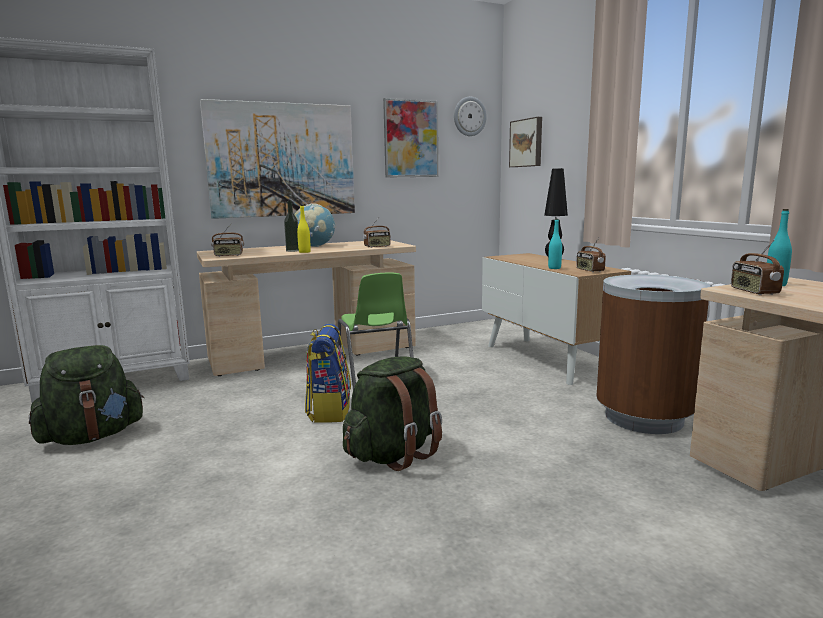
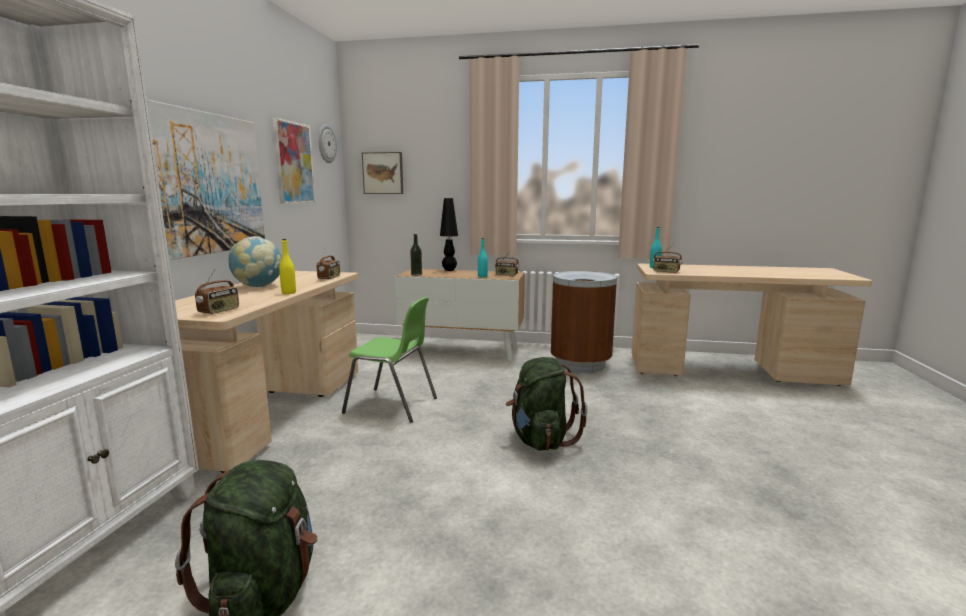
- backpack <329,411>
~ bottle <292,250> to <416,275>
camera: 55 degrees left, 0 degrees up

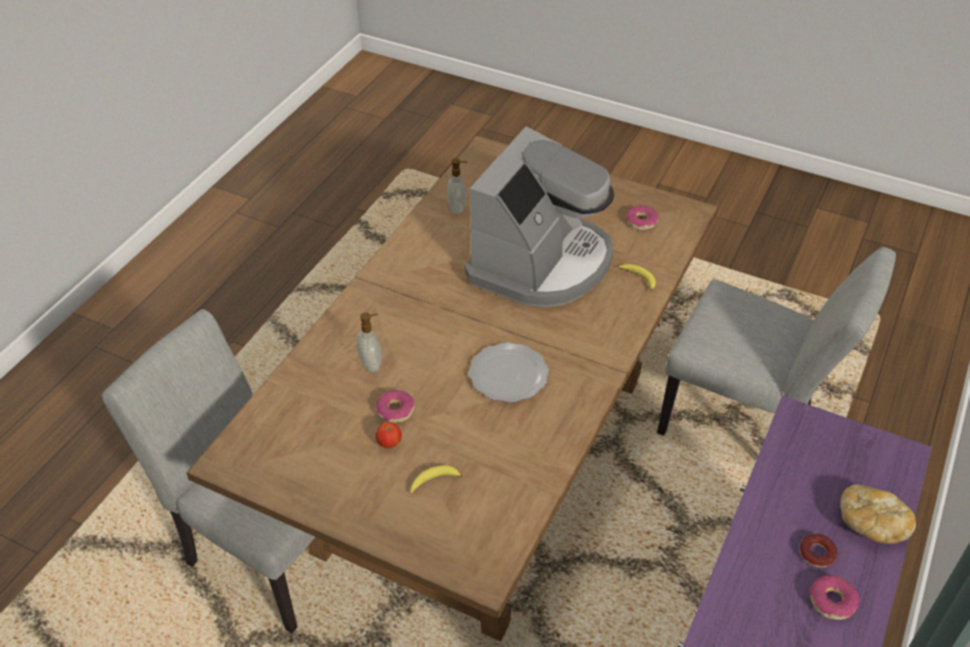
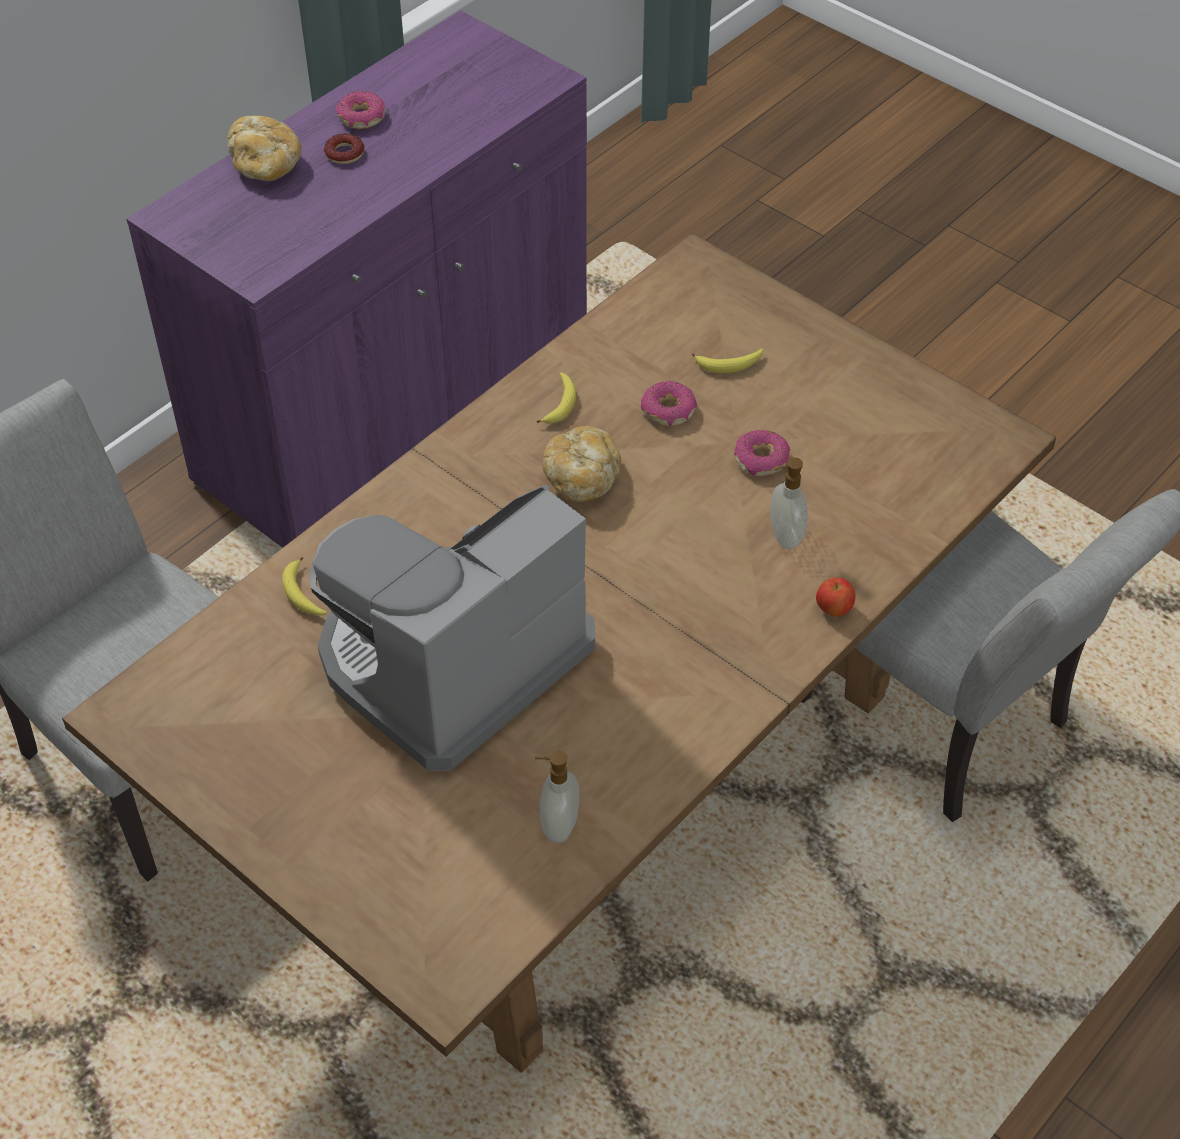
+ banana <560,404>
~ apple <389,443> to <833,609>
~ donut <641,222> to <668,411>
~ plate <509,375> to bread <582,477>
camera: 165 degrees left, 5 degrees up

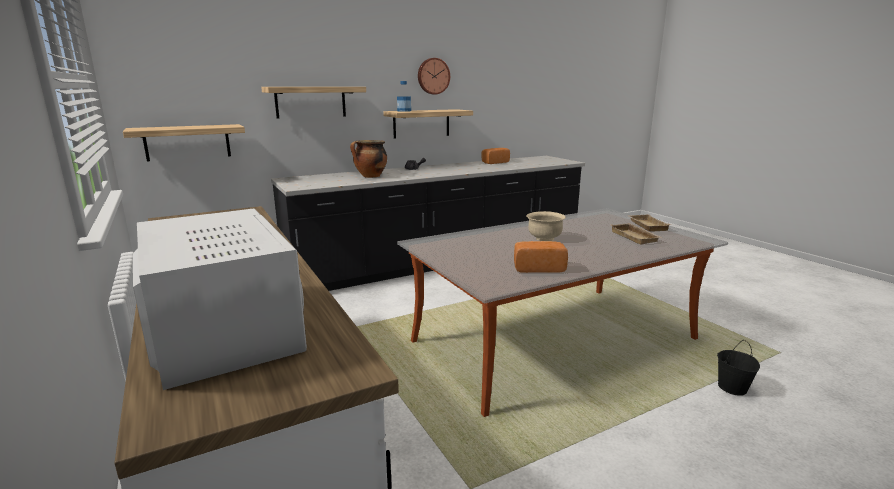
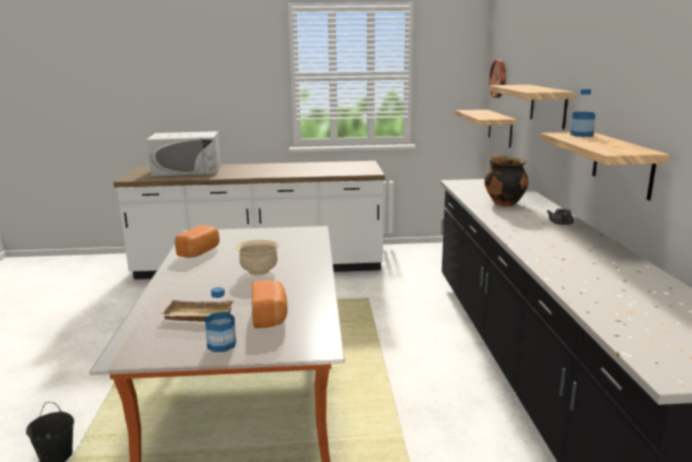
~ wall_clock <433,76> to <499,78>
~ bread <494,162> to <270,316>
~ beige_tray <646,225> to bottle <221,345>
camera: 115 degrees right, 0 degrees up

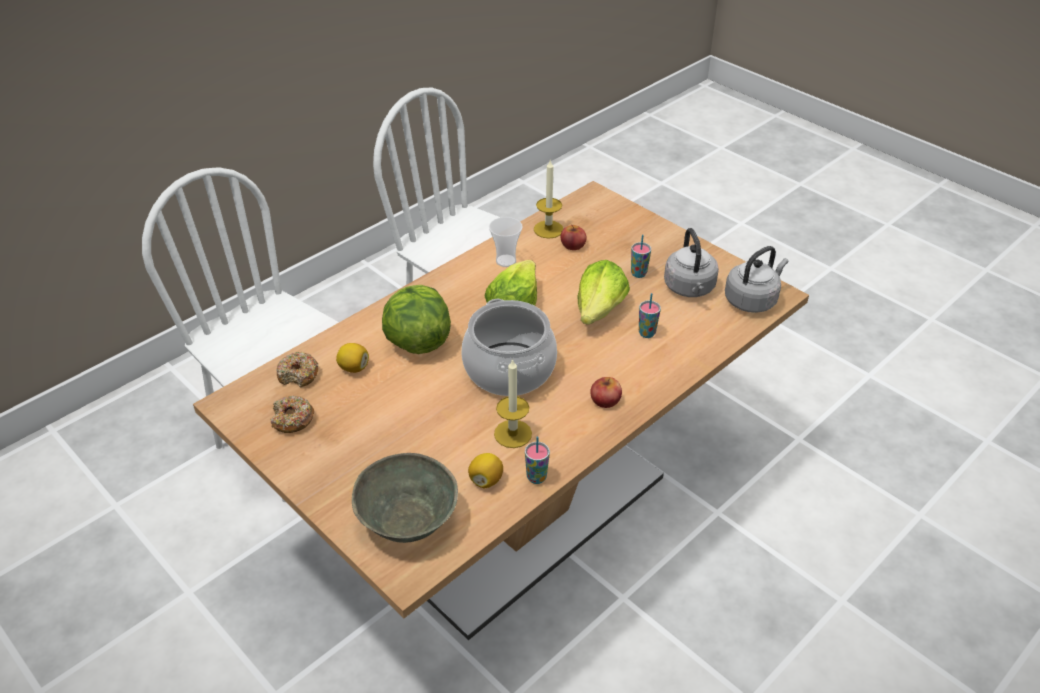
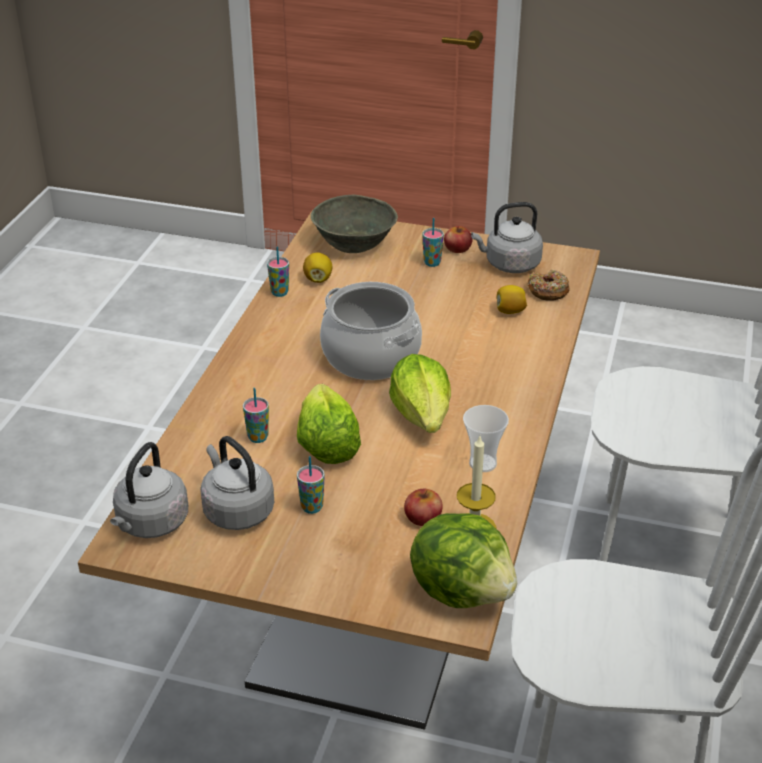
- candle <513,434>
+ cup <432,263>
~ lettuce <417,342> to <462,590>
~ apple <605,400> to <457,248>
~ donut <292,420> to grey_kettle <509,264>
camera: 150 degrees right, 5 degrees down

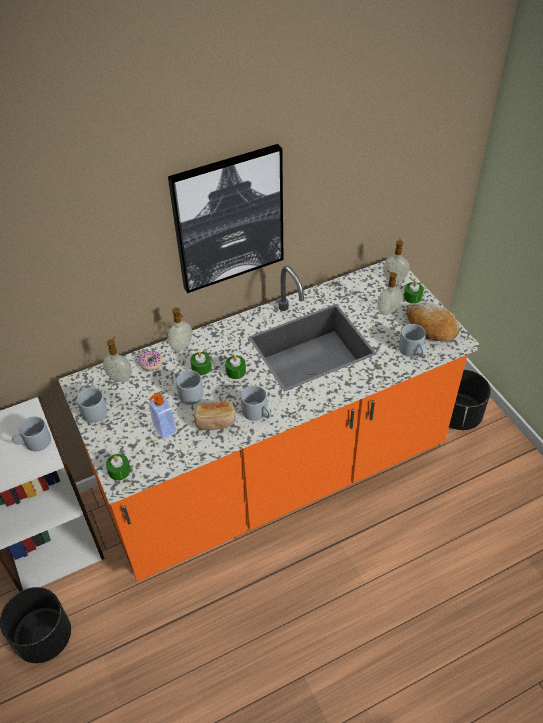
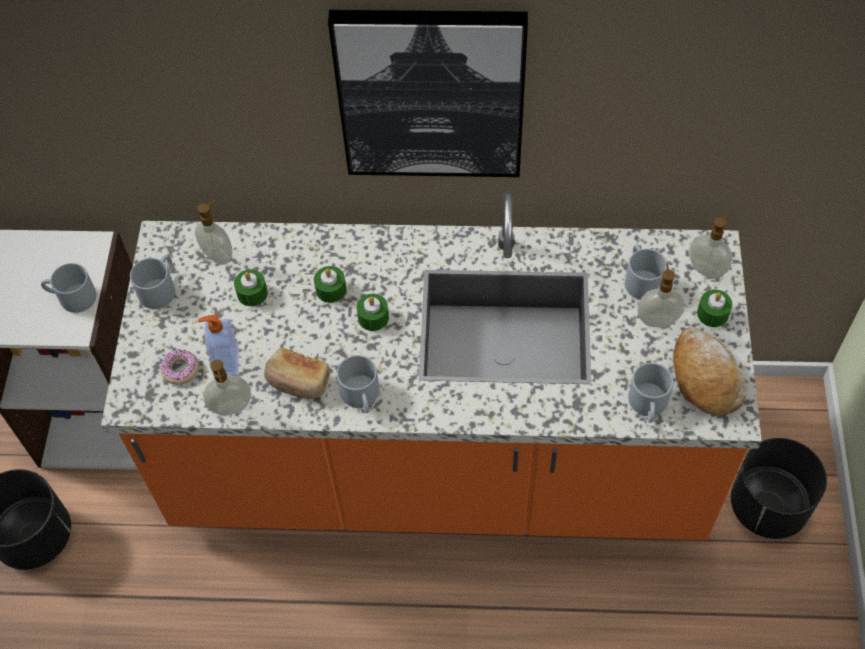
~ green_candle <119,471> to <252,293>
~ donut <151,363> to <181,370>
~ soap_dispenser <182,346> to <231,408>
~ grey_mug <187,393> to <640,279>
camera: 30 degrees right, 10 degrees up

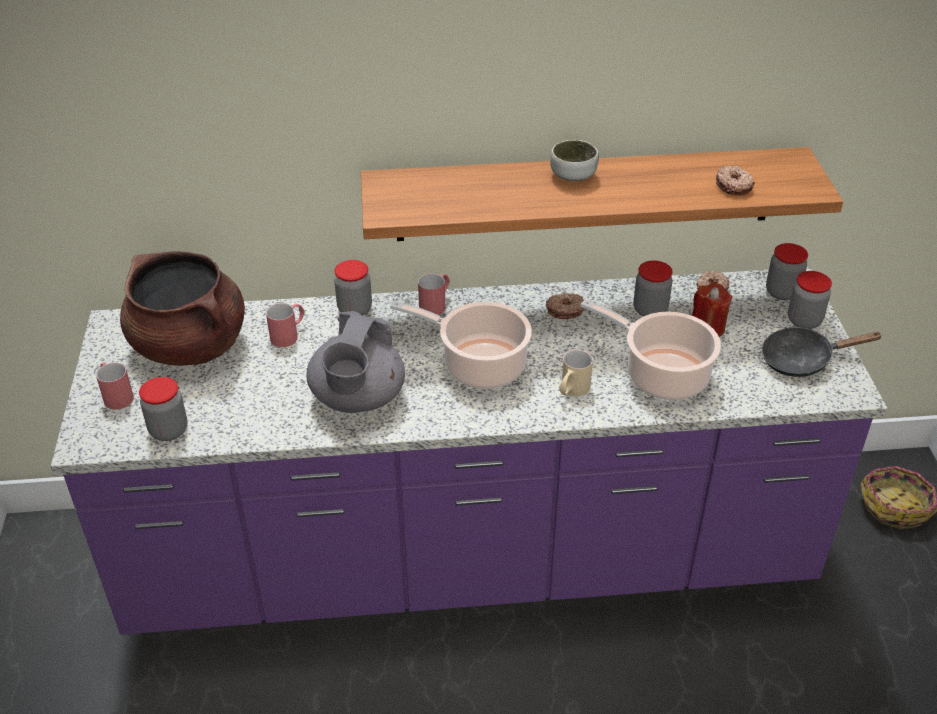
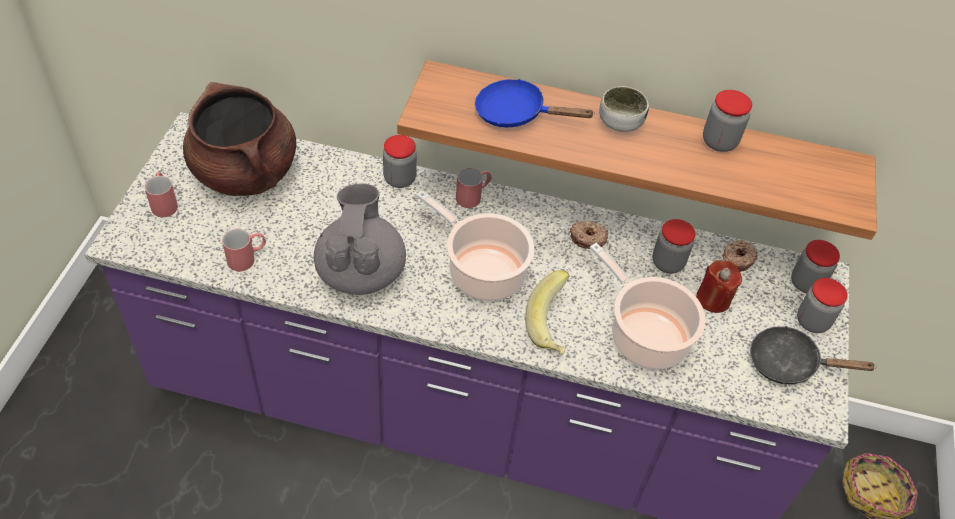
- donut <734,186>
+ blue_frying_pan <516,114>
~ jar <169,430> to <719,142>
~ red_mug <289,335> to <247,258>
~ beige_mug <572,391> to banana <553,326>
~ grey_teapot <357,399> = <360,271> 150 degrees clockwise
camera: 15 degrees right, 10 degrees up

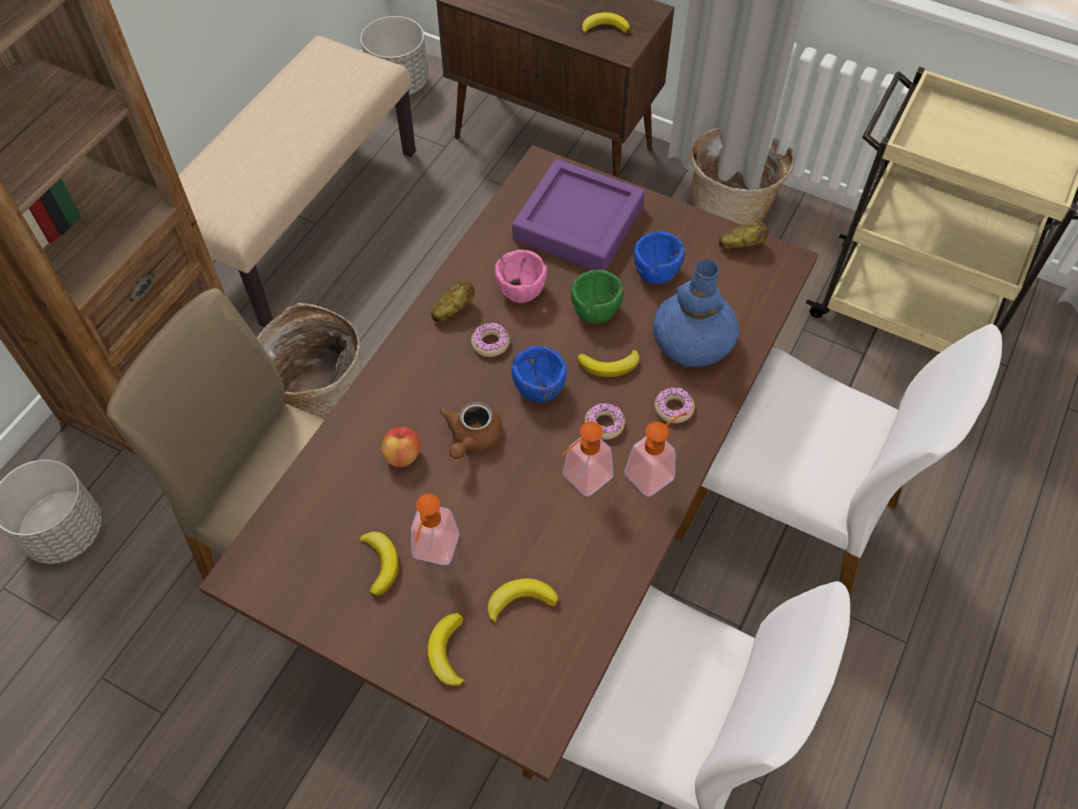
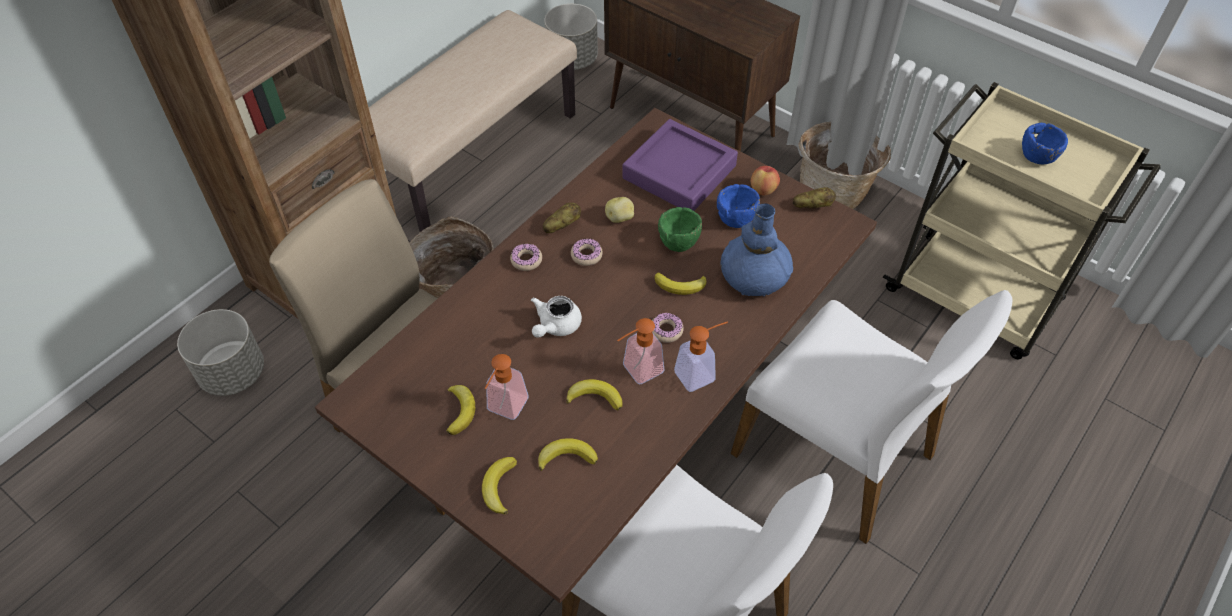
~ apple <403,456> to <763,190>
~ blue_bowl <539,388> to <1038,156>
~ banana <605,27> to <595,397>
~ donut <673,408> to <526,260>
~ pink_bowl <520,290> to potato <620,218>
~ brown_teapot <472,438> to white_teapot <555,326>
camera: 10 degrees right, 5 degrees down

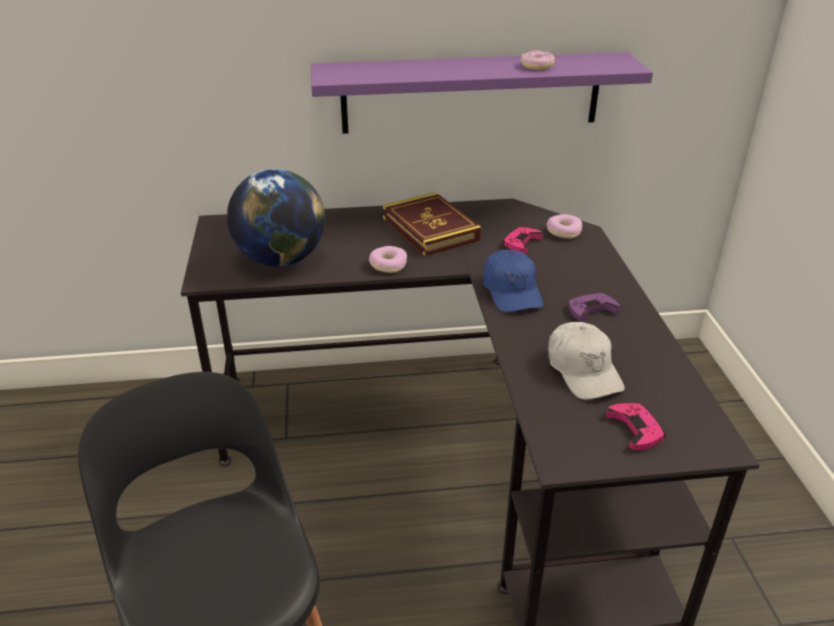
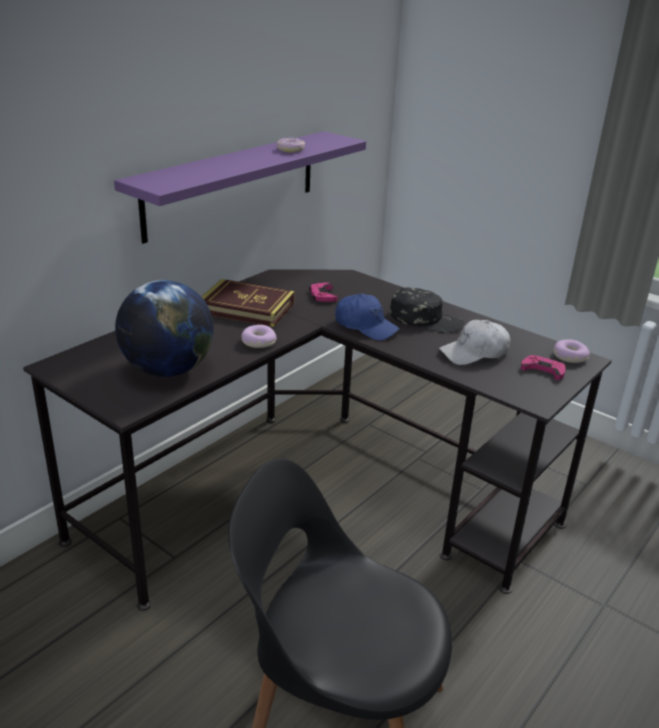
~ donut <563,232> to <569,357>
~ purple_game_controller <591,310> to black_cap <426,319>
~ white_cap <583,370> = <474,353> 135 degrees clockwise
camera: 45 degrees left, 5 degrees down

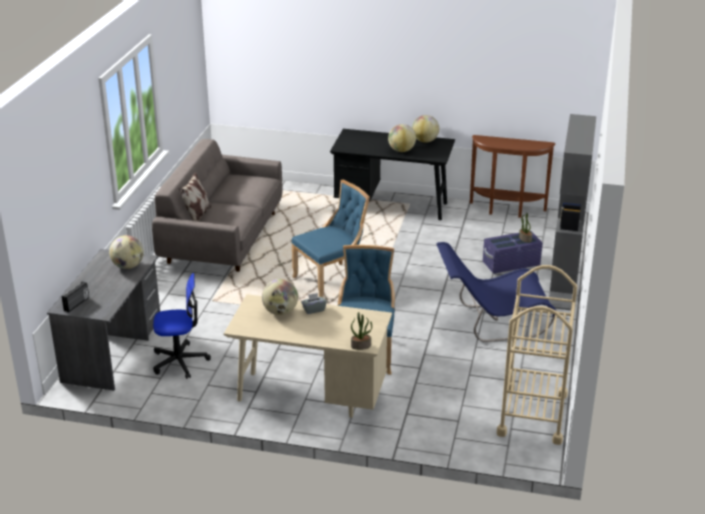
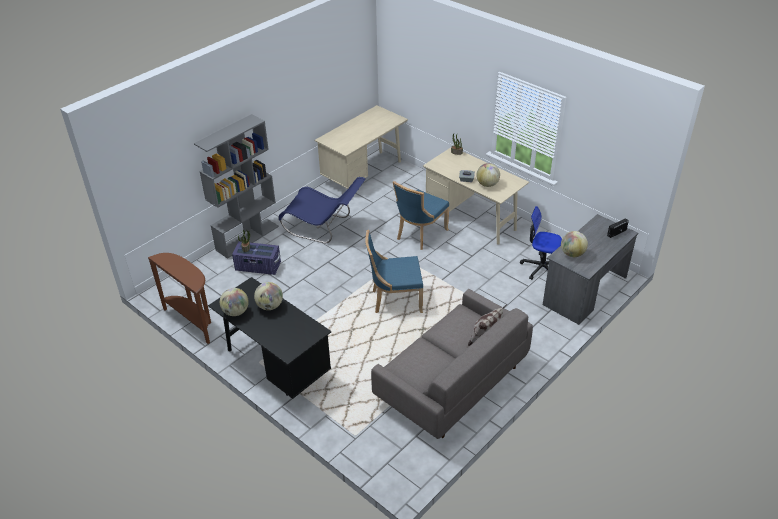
~ beige_cart <532,414> to beige_desk <363,173>
camera: 150 degrees left, 10 degrees up

